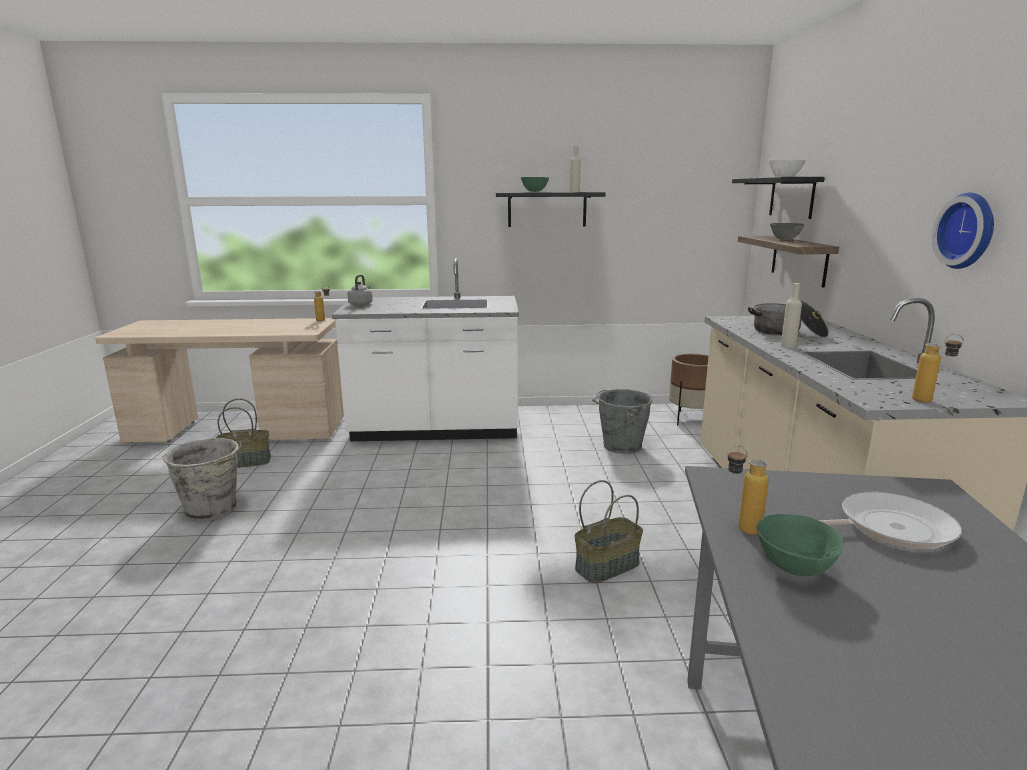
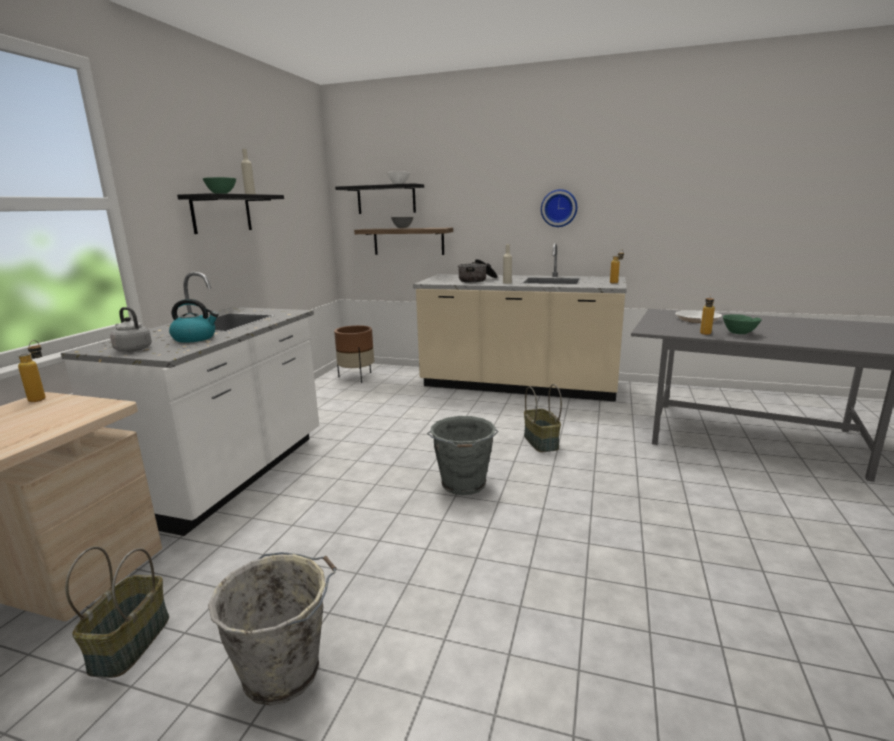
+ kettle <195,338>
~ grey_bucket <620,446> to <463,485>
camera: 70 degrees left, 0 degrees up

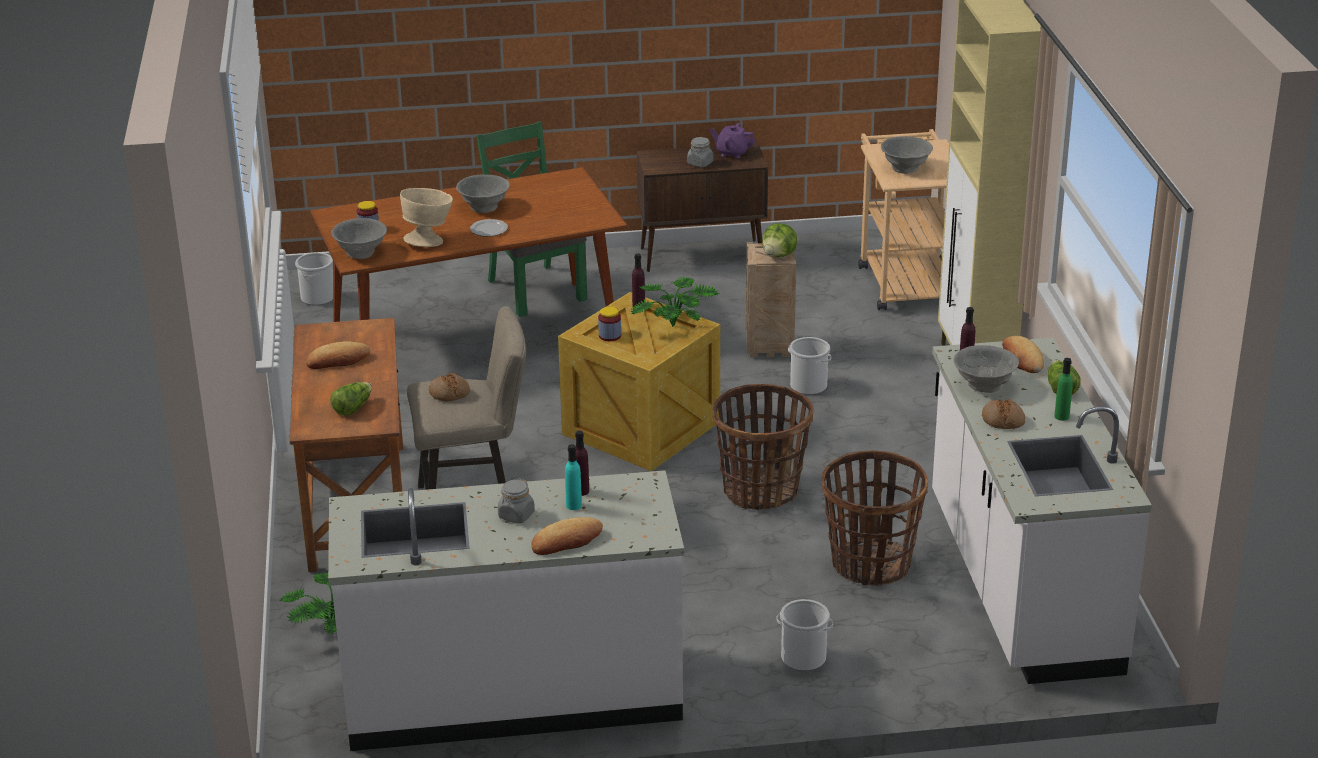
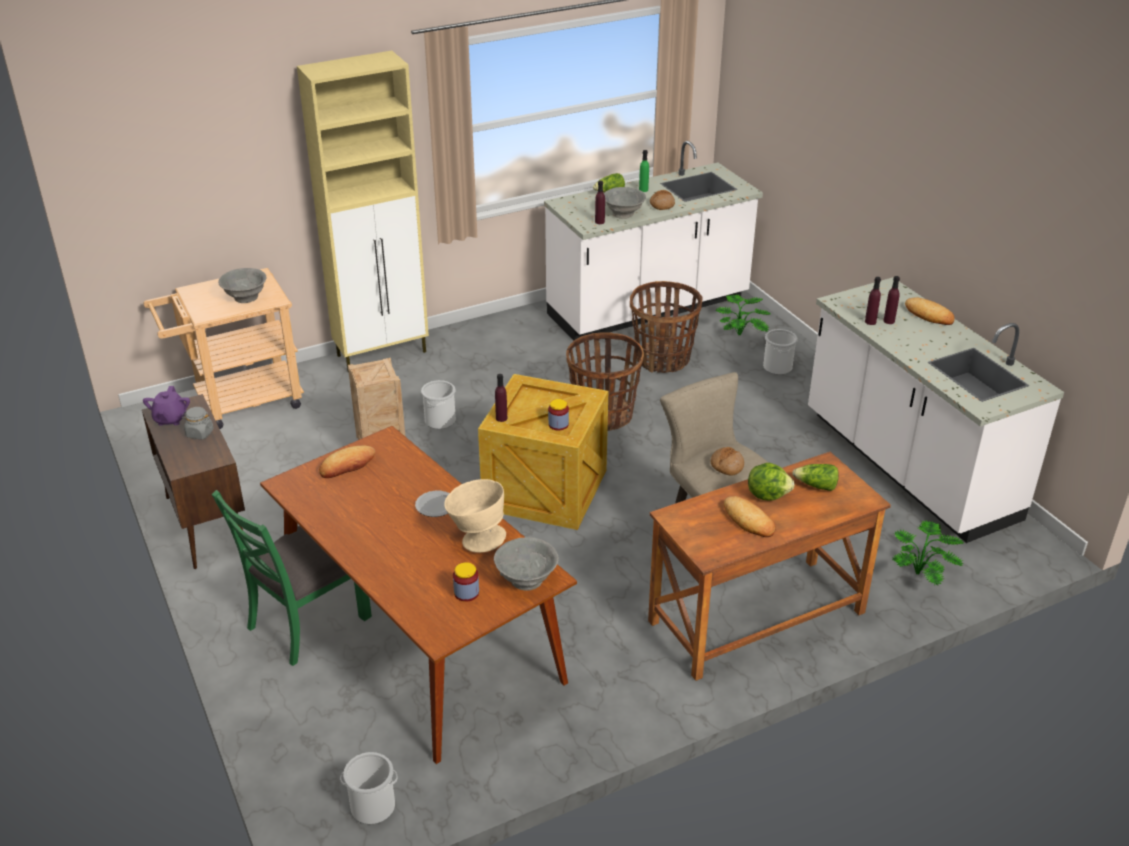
- grey_bowl <484,207>
- grey_jar <516,515>
~ potted_plant <674,328> to <742,334>
~ lettuce <779,255> to <767,494>
~ bread <1022,359> to <347,465>
~ turquoise_bottle <574,505> to purple_bottle <889,321>
camera: 110 degrees left, 5 degrees up

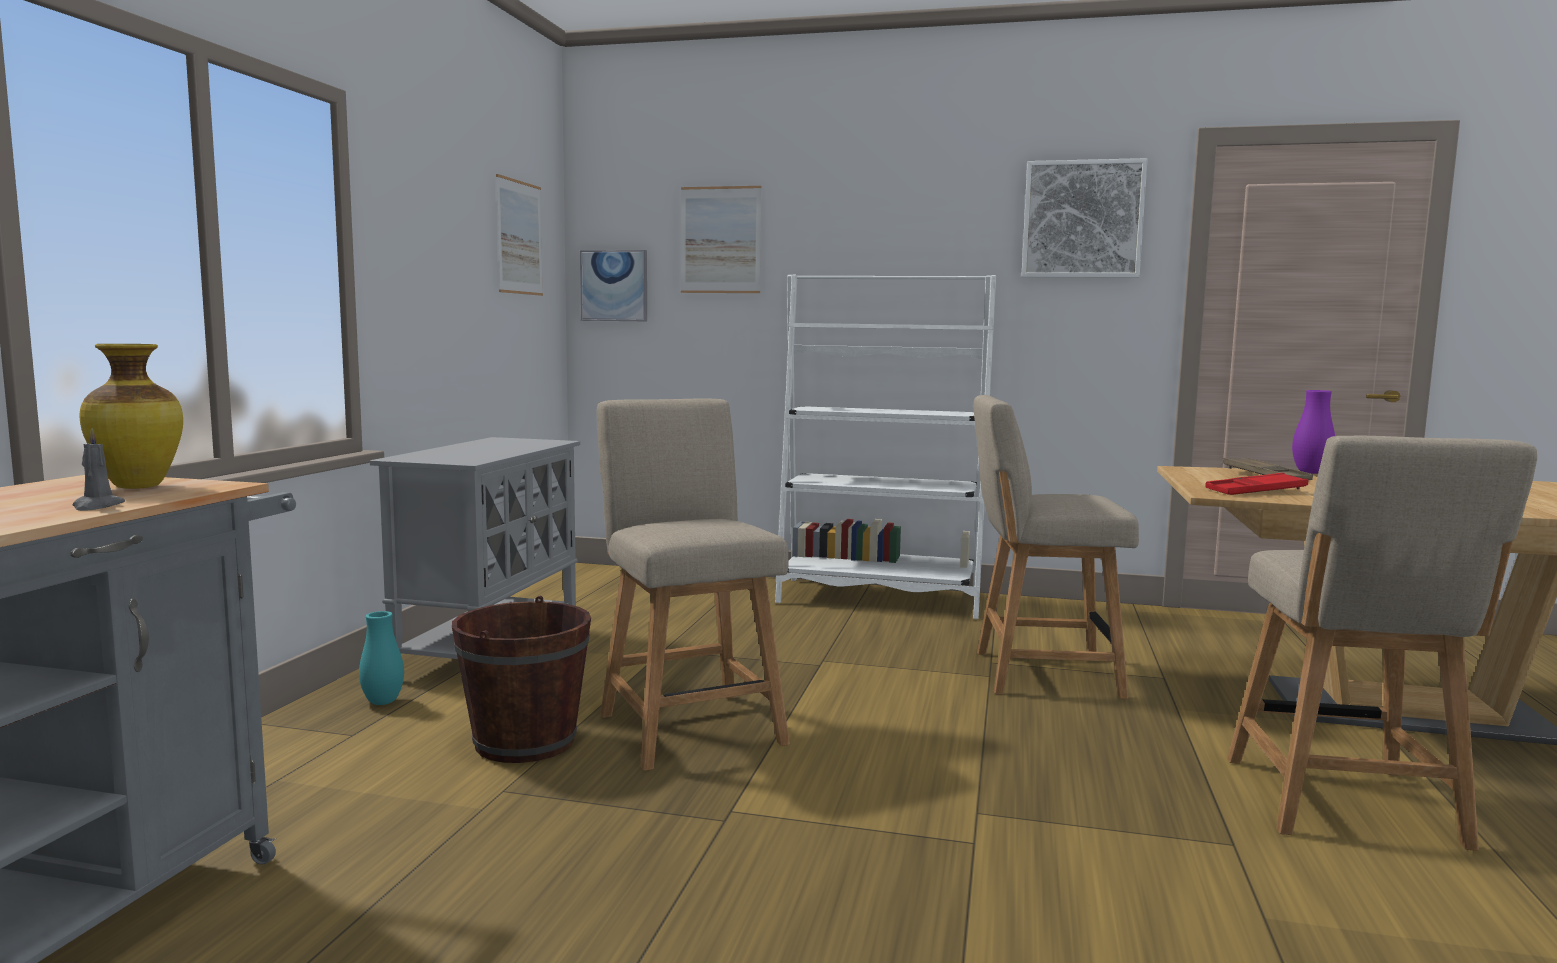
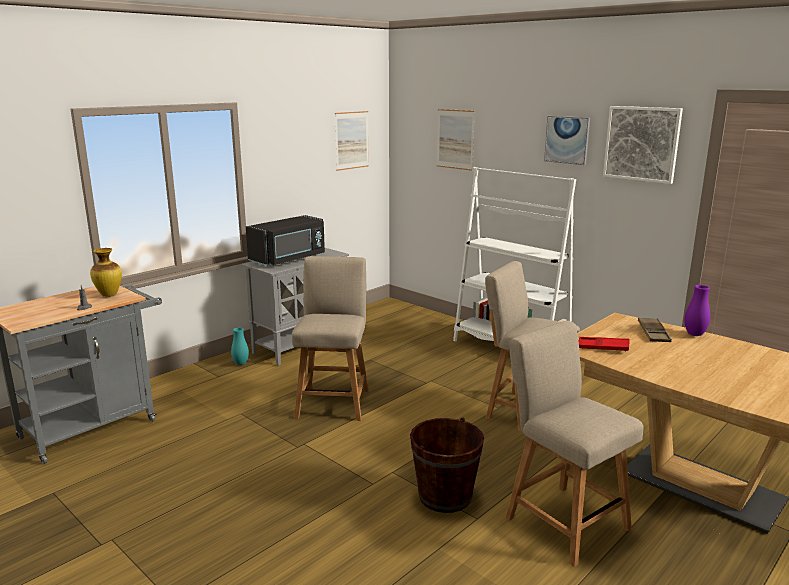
+ black_microwave <289,259>
~ brown_bucket <525,742> to <445,496>
~ picture <614,285> to <567,140>
~ beige_chair <1345,806> = <562,520> 105 degrees clockwise
camera: 30 degrees right, 10 degrees up

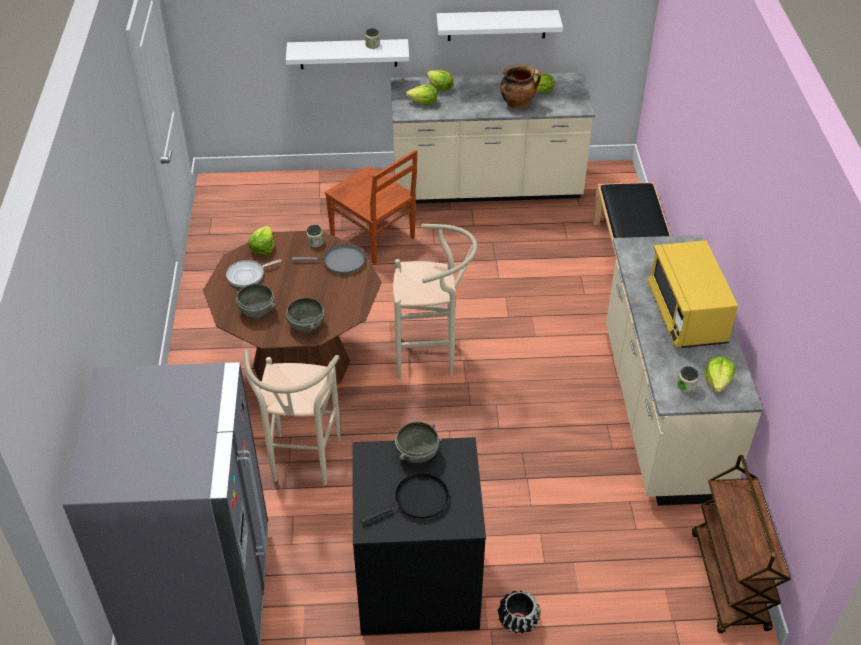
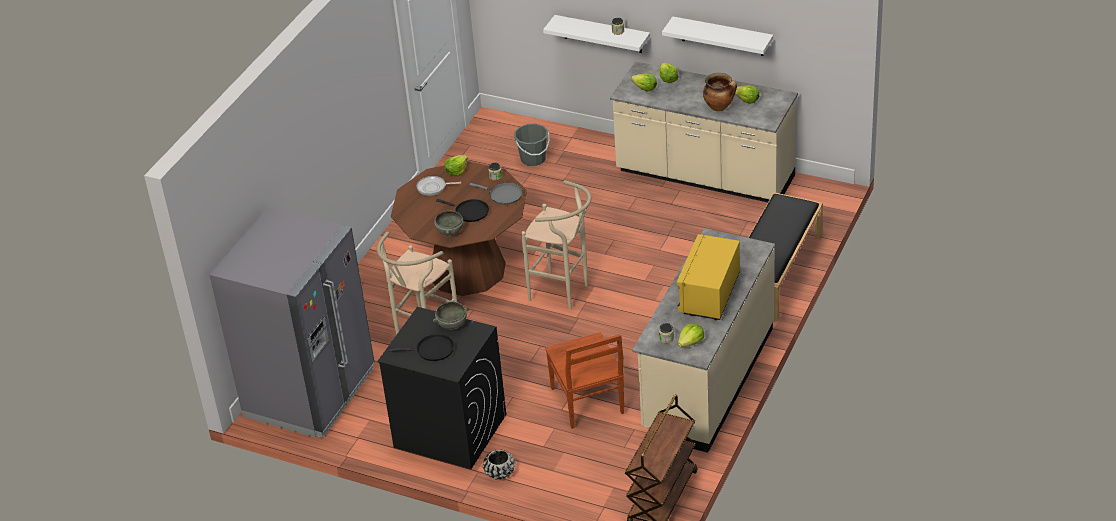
- grey_bowl <256,311>
+ black_frying_pan <469,212>
+ grey_bucket <533,159>
~ brown_chair <374,237> to <587,402>
camera: 30 degrees right, 5 degrees down

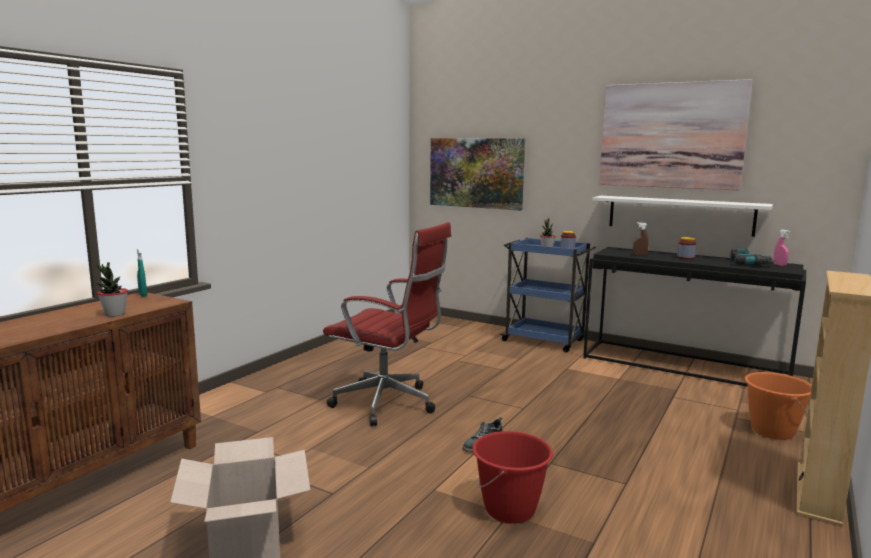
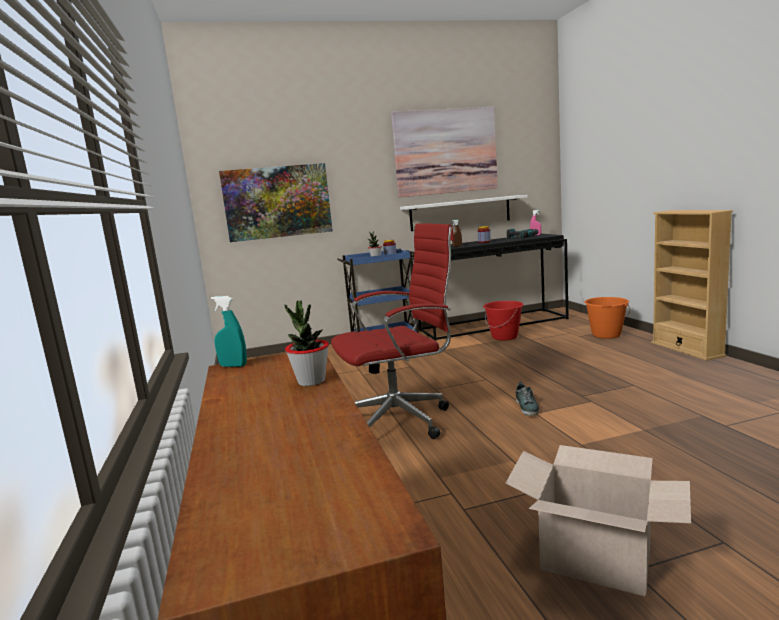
~ red_bucket <510,510> to <504,337>
camera: 45 degrees left, 0 degrees up

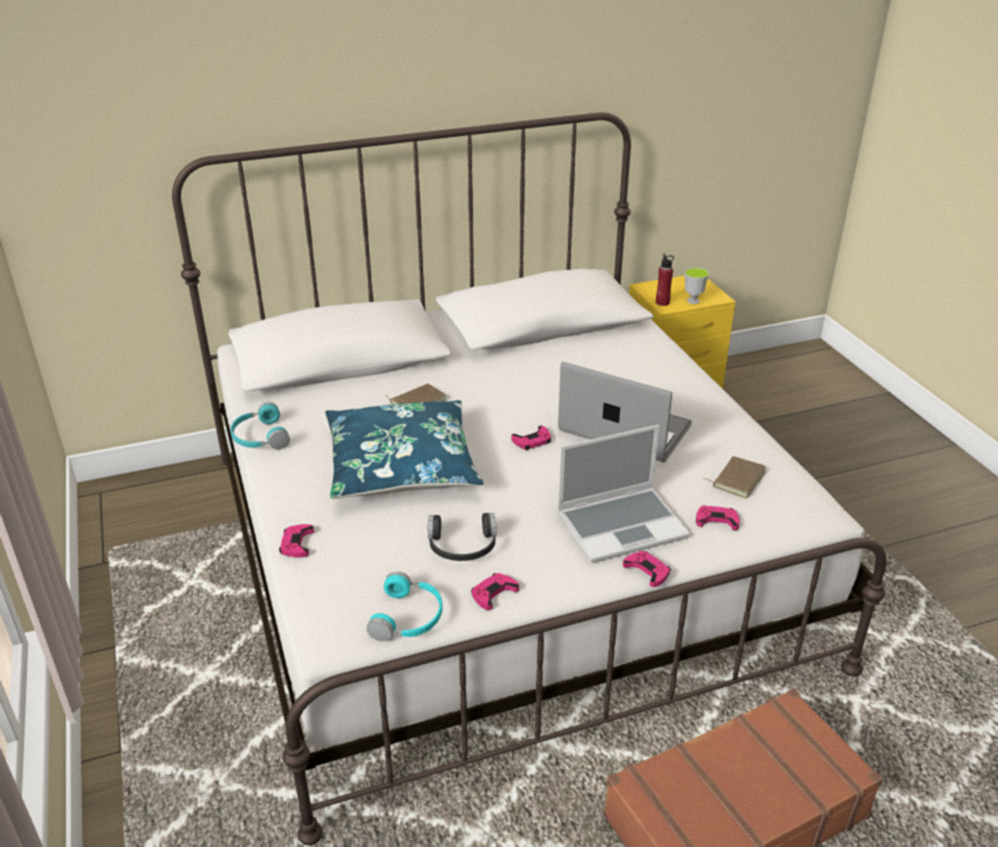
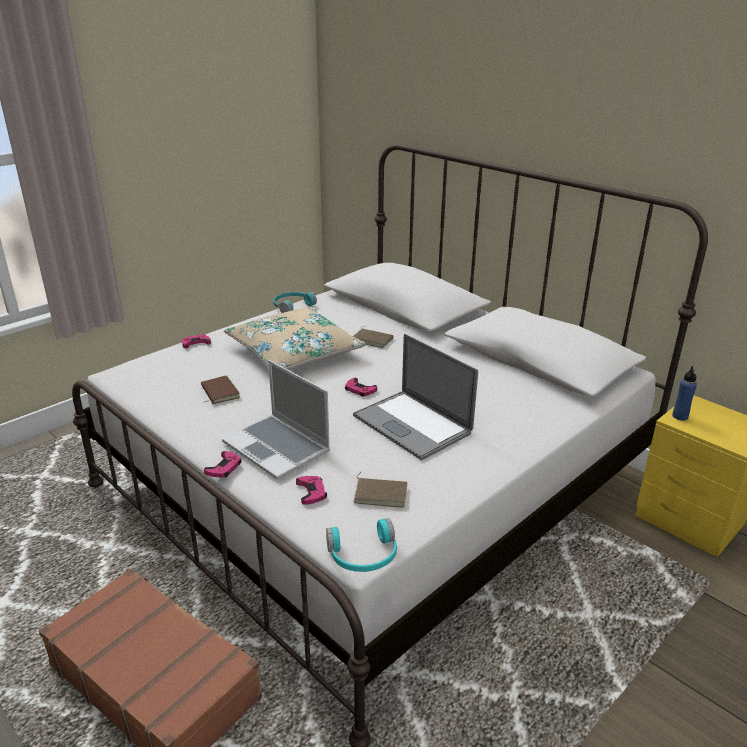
- pink_game_controller <493,593>
- cup <693,301>
~ turquoise_headphones <409,617> to <363,556>
~ black_headphones <462,547> to brown_book <218,392>
~ blue_pillow <401,465> to beige_pillow <294,352>
~ red_bottle <662,302> to blue_bottle <680,416>
~ laptop <624,428> = <412,424> 135 degrees clockwise
camera: 65 degrees right, 5 degrees down

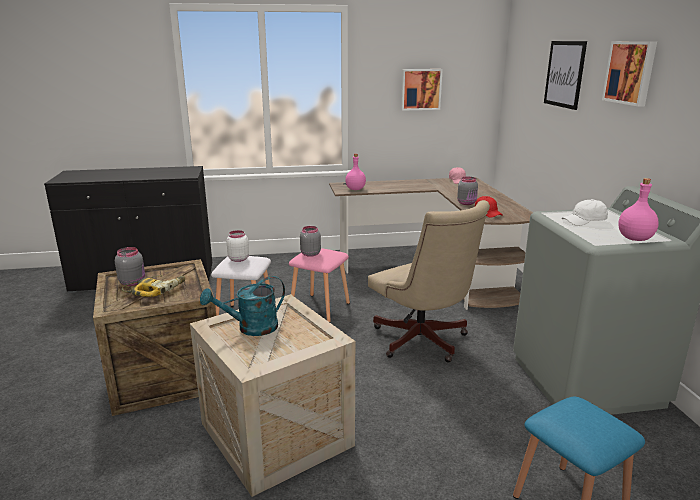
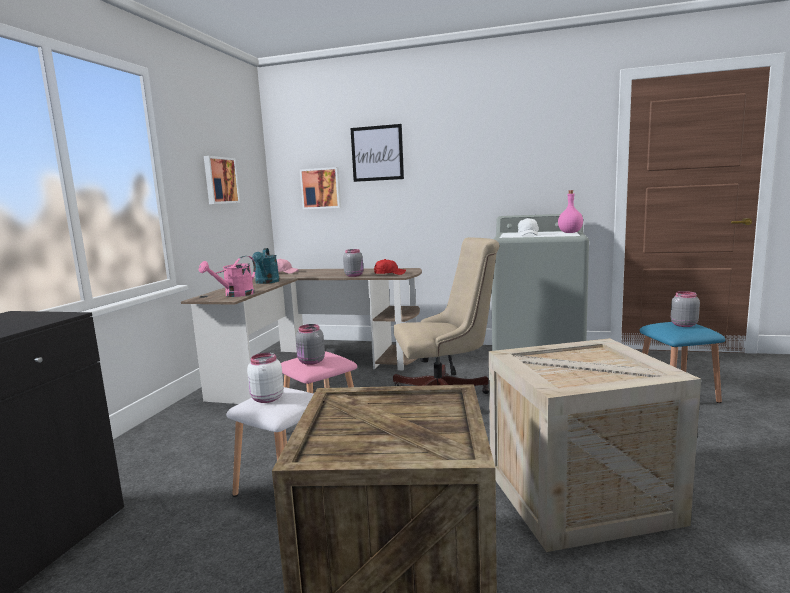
- power_drill <156,290>
~ grey_jar <133,282> to <683,325>
~ turquoise_watering_can <251,328> to <266,282>
~ picture <630,72> to <321,188>
~ pink_bottle <355,189> to pink_watering_can <235,295>
camera: 65 degrees left, 10 degrees down

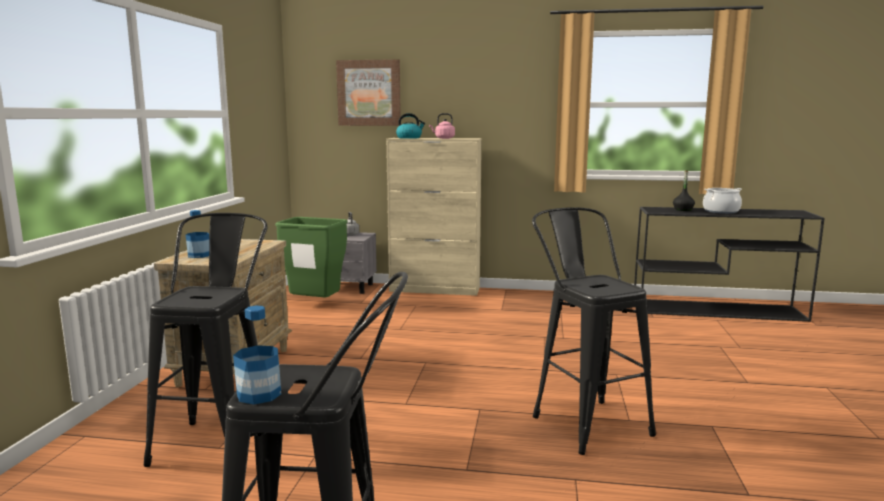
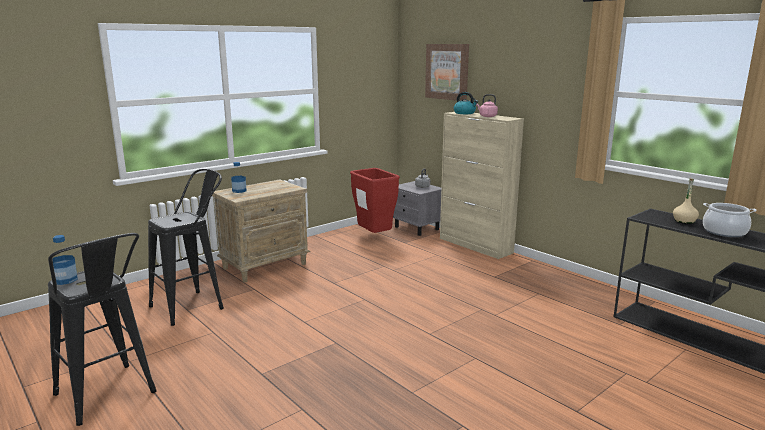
- black_stool <584,420>
~ green_trash_can <314,305> to red_trash_can <374,236>
~ black_bottle <683,210> to beige_bottle <684,221>
camera: 40 degrees right, 5 degrees up

